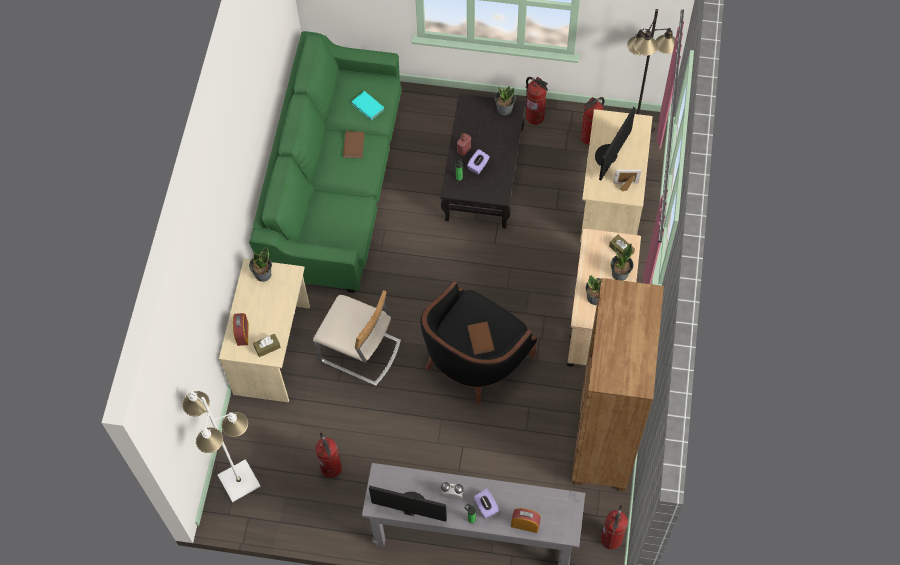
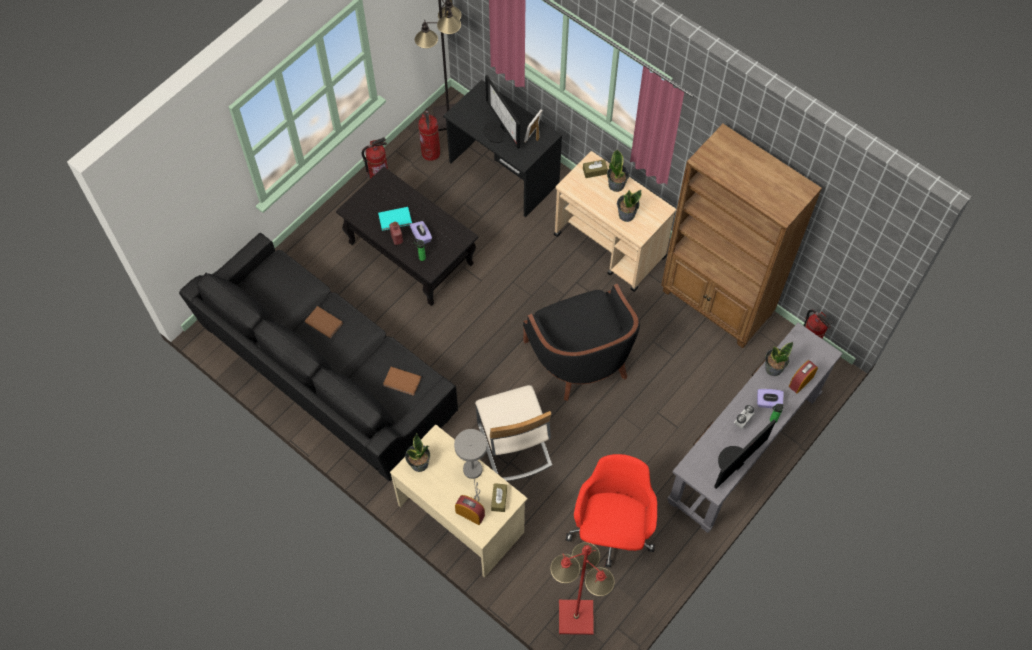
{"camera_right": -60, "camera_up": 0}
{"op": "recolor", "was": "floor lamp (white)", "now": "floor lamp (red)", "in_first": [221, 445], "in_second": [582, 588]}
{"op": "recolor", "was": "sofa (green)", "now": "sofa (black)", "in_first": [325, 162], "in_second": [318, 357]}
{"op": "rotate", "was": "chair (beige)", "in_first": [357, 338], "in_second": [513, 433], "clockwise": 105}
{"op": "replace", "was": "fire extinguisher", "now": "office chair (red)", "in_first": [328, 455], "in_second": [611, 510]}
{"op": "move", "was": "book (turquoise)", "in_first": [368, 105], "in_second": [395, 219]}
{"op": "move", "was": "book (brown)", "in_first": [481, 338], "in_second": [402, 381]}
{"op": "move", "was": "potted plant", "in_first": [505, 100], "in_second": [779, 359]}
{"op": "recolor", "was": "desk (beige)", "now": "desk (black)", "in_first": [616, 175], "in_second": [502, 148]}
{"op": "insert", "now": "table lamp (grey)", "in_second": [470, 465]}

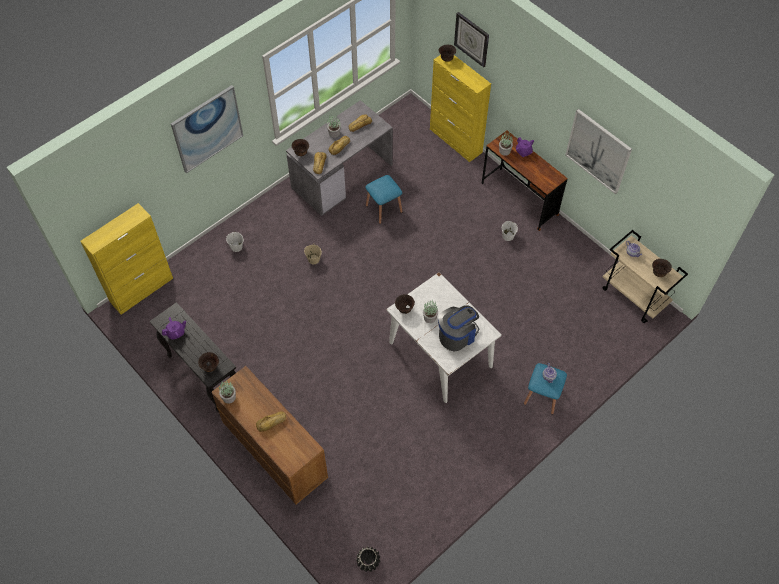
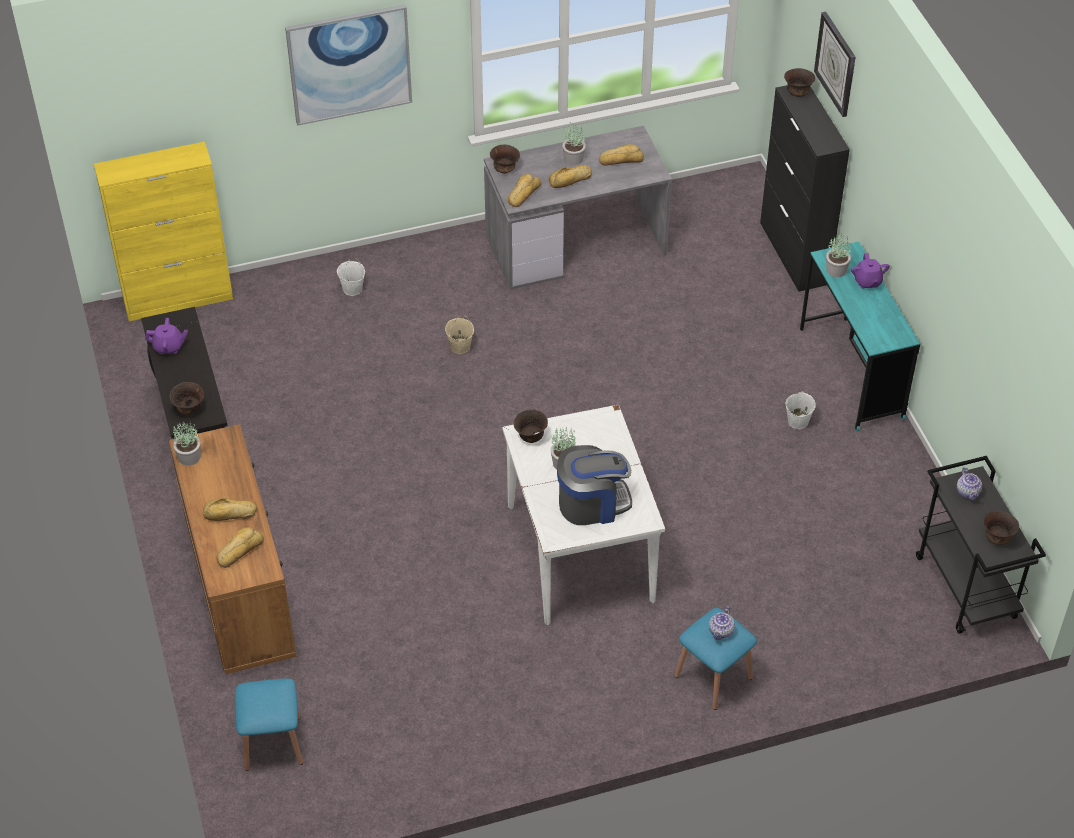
{"camera_right": 25, "camera_up": -10}
{"op": "delete", "was": "planter (black)", "in_first": [368, 559]}
{"op": "move", "was": "stool (blue)", "in_first": [384, 199], "in_second": [269, 725]}
{"op": "recolor", "was": "cabinet (yellow)", "now": "cabinet (black)", "in_first": [460, 108], "in_second": [805, 188]}
{"op": "recolor", "was": "desk (brown)", "now": "desk (turquoise)", "in_first": [525, 181], "in_second": [860, 336]}
{"op": "delete", "was": "picture", "in_first": [598, 151]}
{"op": "recolor", "was": "cart (beige)", "now": "cart (black)", "in_first": [645, 276], "in_second": [981, 545]}
{"op": "insert", "now": "bread", "in_second": [240, 547]}

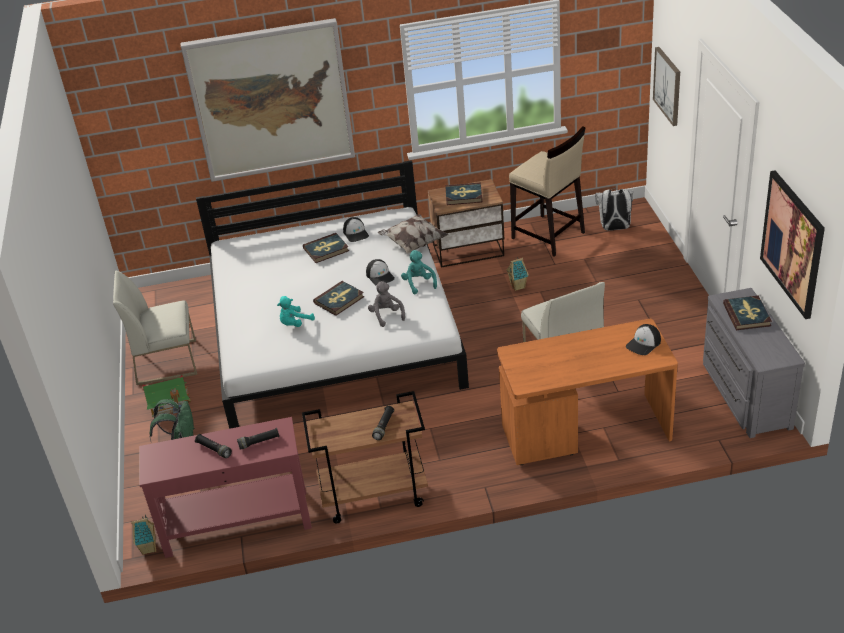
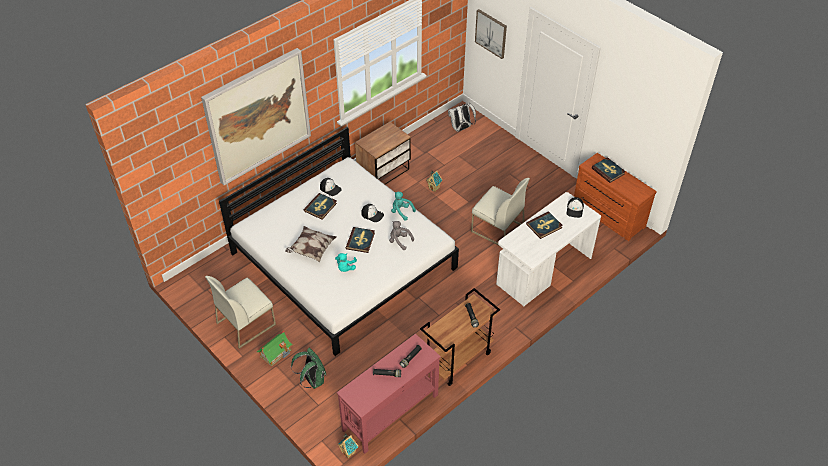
{"camera_right": -35, "camera_up": 10}
{"op": "move", "was": "pillow", "in_first": [413, 234], "in_second": [311, 244]}
{"op": "move", "was": "book", "in_first": [463, 193], "in_second": [544, 225]}
{"op": "recolor", "was": "desk (orange)", "now": "desk (white)", "in_first": [587, 392], "in_second": [548, 249]}
{"op": "delete", "was": "stool (beige)", "in_first": [547, 191]}
{"op": "recolor", "was": "dresser (grey)", "now": "dresser (brown)", "in_first": [754, 363], "in_second": [615, 197]}
{"op": "delete", "was": "picture", "in_first": [792, 244]}

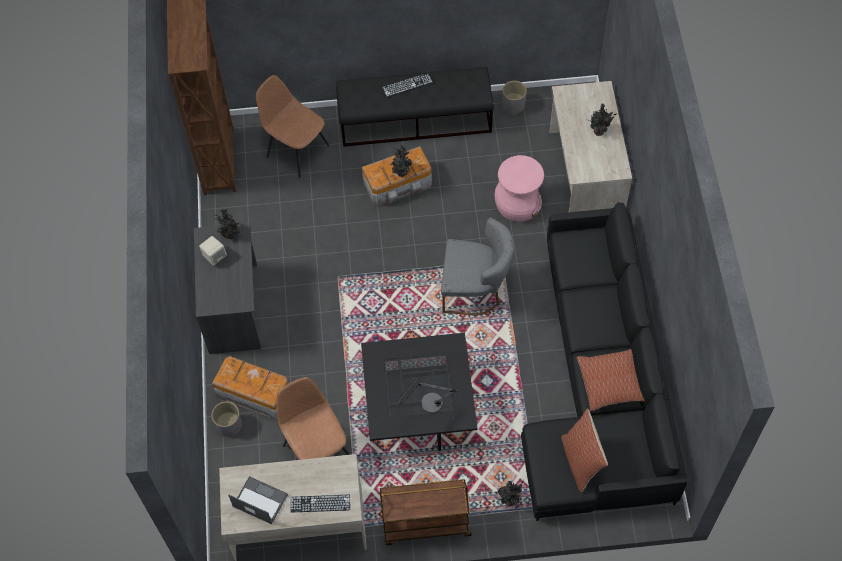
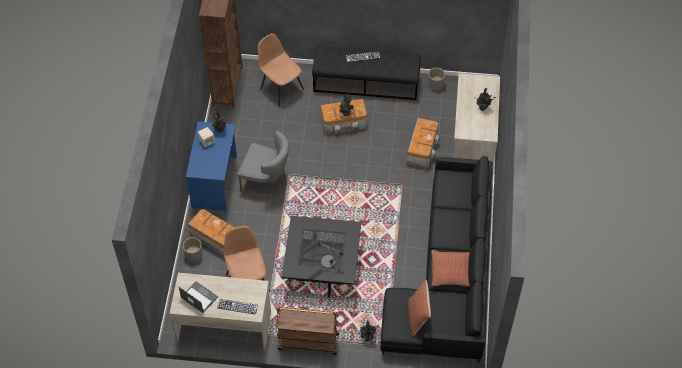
{"camera_right": 10, "camera_up": -5}
{"op": "recolor", "was": "desk (grey)", "now": "desk (blue)", "in_first": [227, 288], "in_second": [211, 166]}
{"op": "move", "was": "chair (grey)", "in_first": [478, 266], "in_second": [263, 164]}
{"op": "replace", "was": "stool (pink)", "now": "storage box", "in_first": [519, 188], "in_second": [423, 143]}

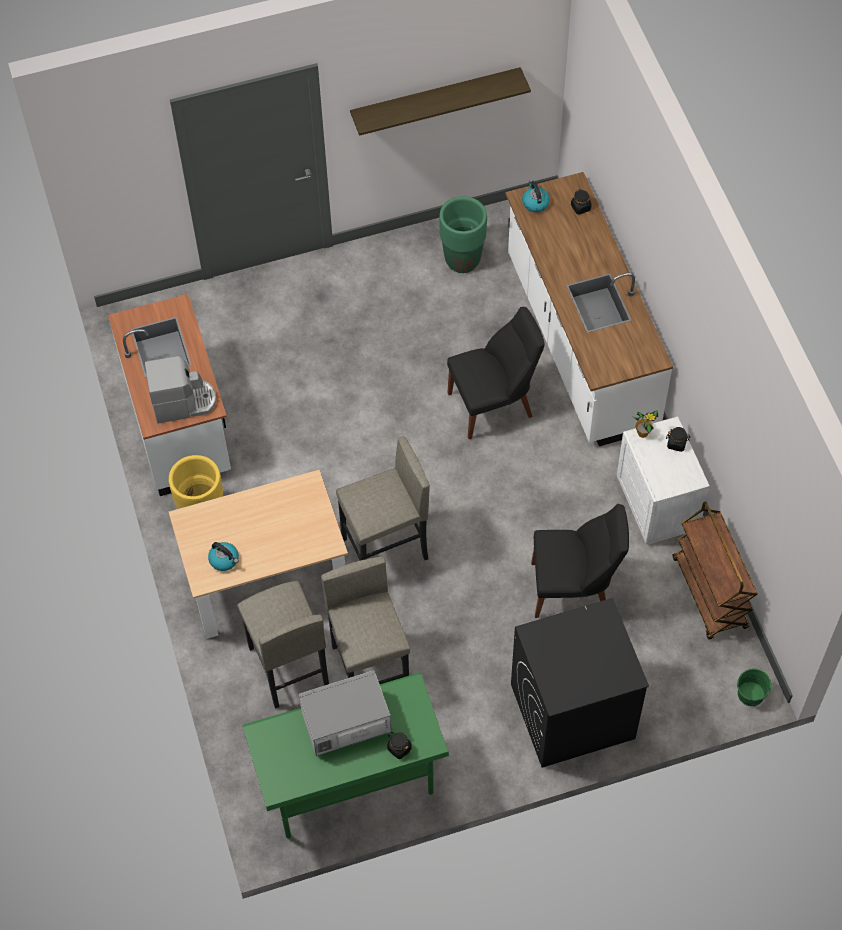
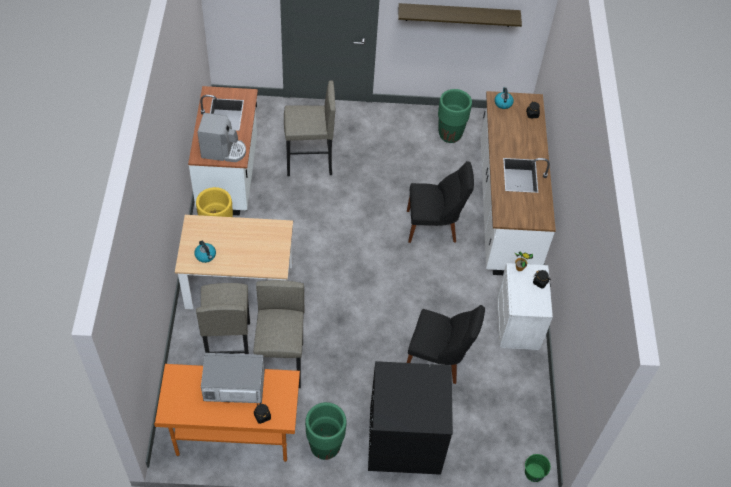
{"camera_right": 15, "camera_up": -5}
{"op": "recolor", "was": "desk (green)", "now": "desk (orange)", "in_first": [345, 756], "in_second": [227, 413]}
{"op": "move", "was": "stool (grey)", "in_first": [383, 498], "in_second": [309, 128]}
{"op": "delete", "was": "cart (brown)", "in_first": [715, 571]}
{"op": "insert", "now": "planter (green)", "in_second": [325, 431]}

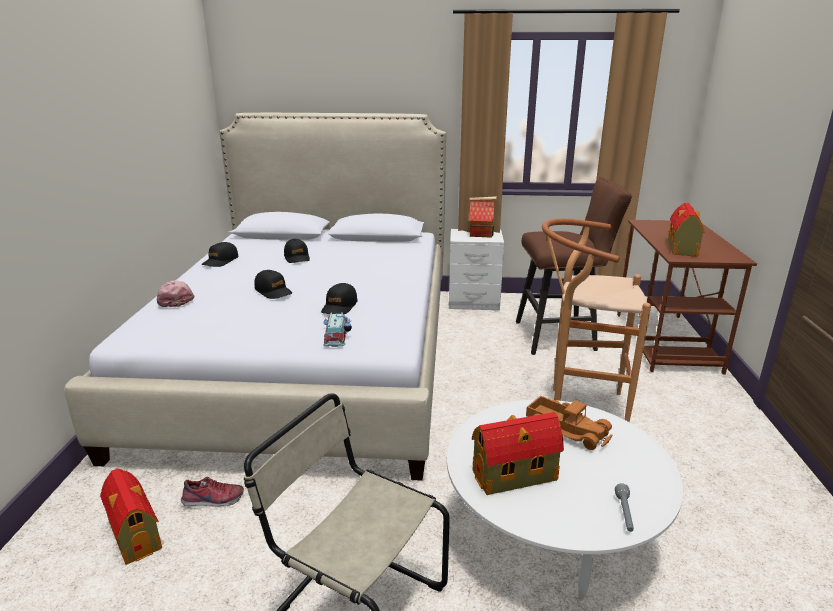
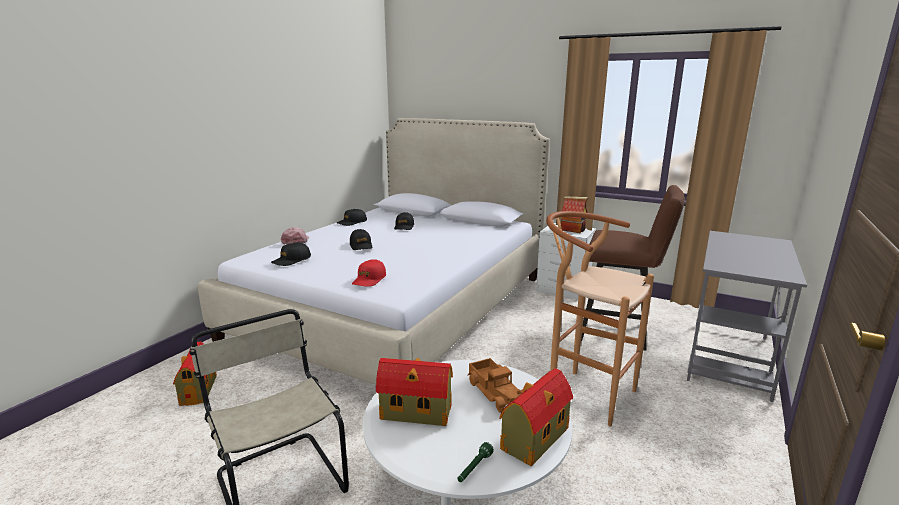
{"camera_right": 25, "camera_up": -5}
{"op": "delete", "was": "shoe", "in_first": [212, 492]}
{"op": "move", "was": "cap (black)", "in_first": [339, 298], "in_second": [291, 254]}
{"op": "replace", "was": "toy car", "now": "cap (red)", "in_first": [337, 329], "in_second": [369, 273]}
{"op": "recolor", "was": "flashlight (grey)", "now": "flashlight (green)", "in_first": [624, 507], "in_second": [476, 462]}
{"op": "recolor", "was": "desk (brown)", "now": "desk (grey)", "in_first": [687, 297], "in_second": [747, 316]}
{"op": "move", "was": "toy house", "in_first": [686, 230], "in_second": [536, 417]}

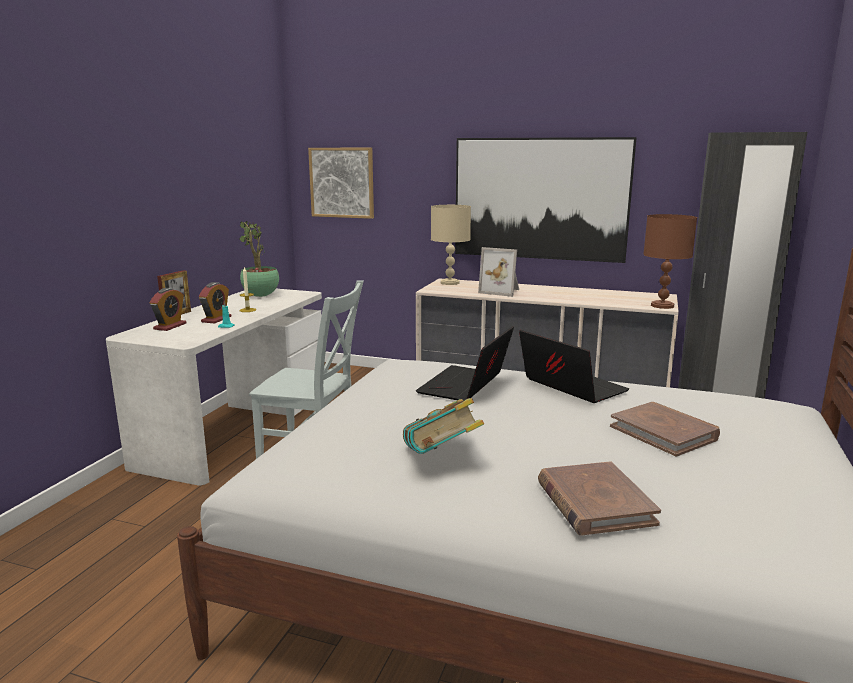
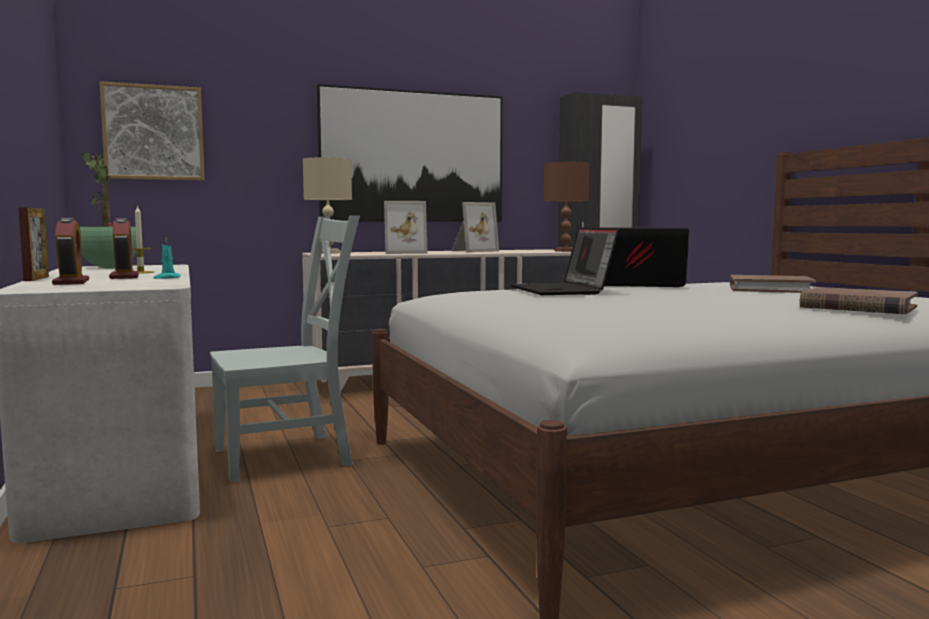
{"camera_right": -40, "camera_up": -10}
{"op": "delete", "was": "book", "in_first": [443, 426]}
{"op": "insert", "now": "picture frame", "in_second": [475, 227]}

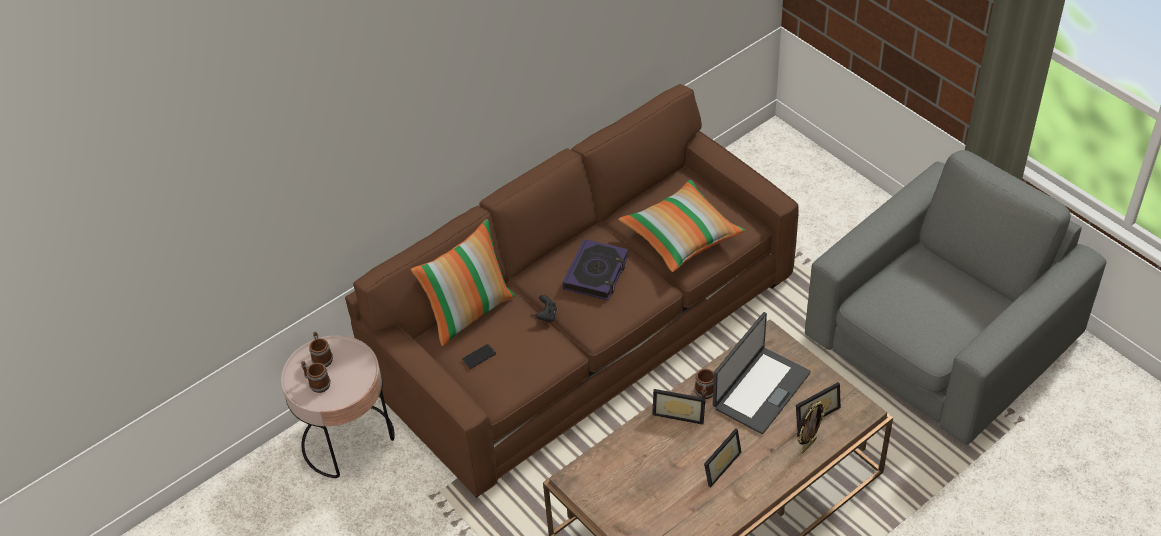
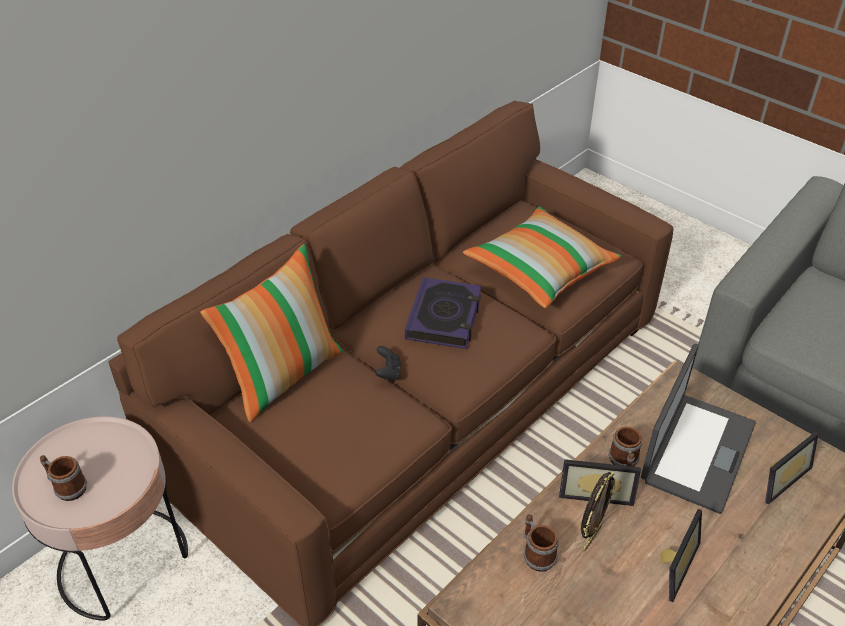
{"camera_right": -10, "camera_up": -5}
{"op": "move", "was": "mug", "in_first": [321, 349], "in_second": [541, 543]}
{"op": "delete", "was": "phone", "in_first": [479, 356]}
{"op": "move", "was": "picture frame", "in_first": [811, 427], "in_second": [598, 512]}

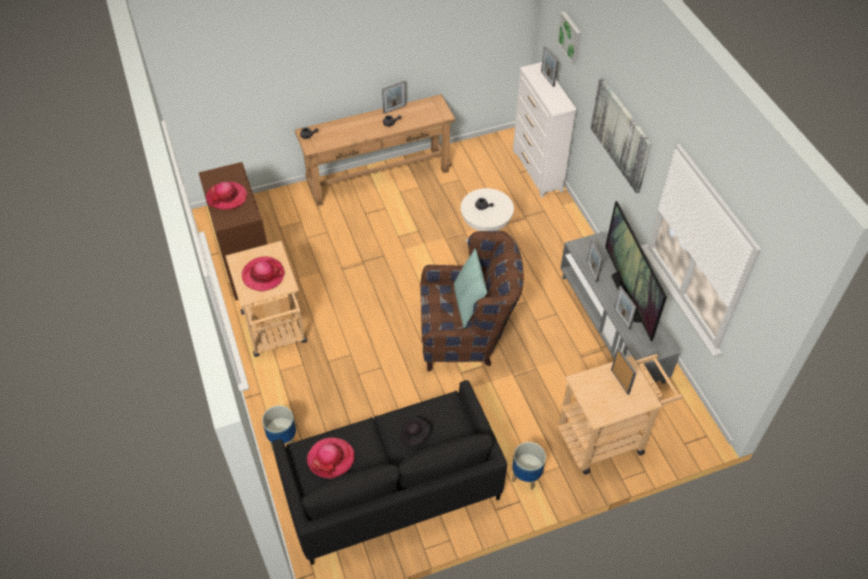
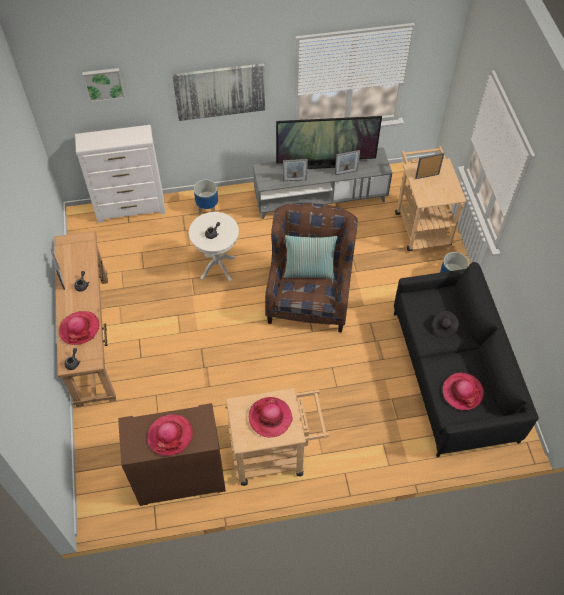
{"camera_right": -80, "camera_up": 5}
{"op": "move", "was": "planter", "in_first": [279, 427], "in_second": [206, 197]}
{"op": "delete", "was": "picture frame", "in_first": [549, 66]}
{"op": "insert", "now": "hat", "in_second": [79, 328]}

